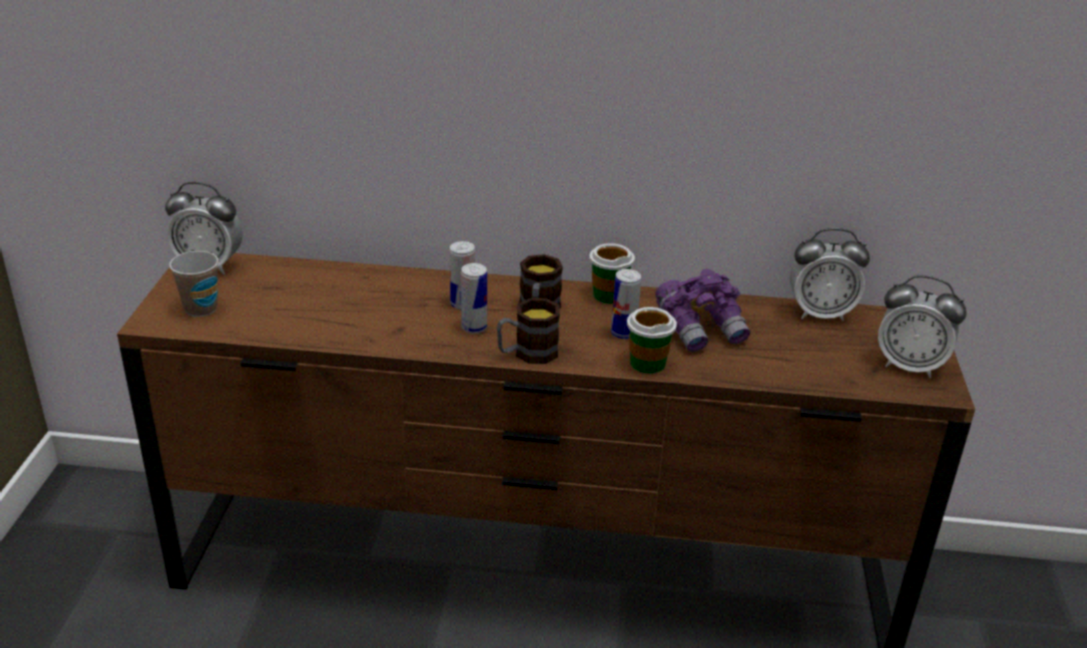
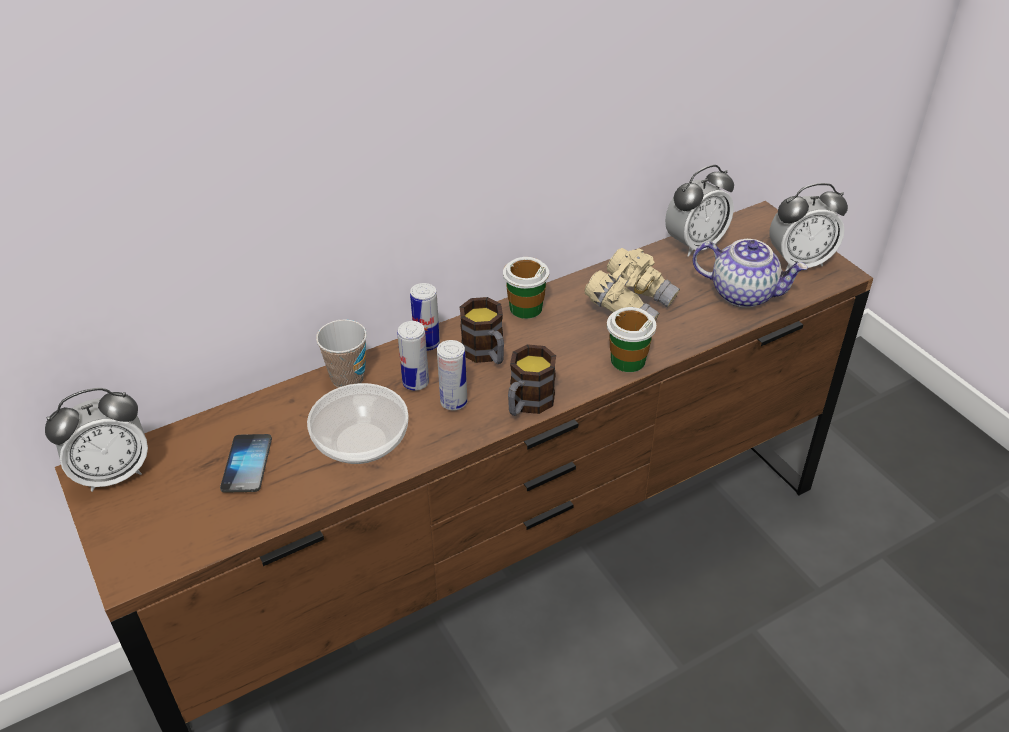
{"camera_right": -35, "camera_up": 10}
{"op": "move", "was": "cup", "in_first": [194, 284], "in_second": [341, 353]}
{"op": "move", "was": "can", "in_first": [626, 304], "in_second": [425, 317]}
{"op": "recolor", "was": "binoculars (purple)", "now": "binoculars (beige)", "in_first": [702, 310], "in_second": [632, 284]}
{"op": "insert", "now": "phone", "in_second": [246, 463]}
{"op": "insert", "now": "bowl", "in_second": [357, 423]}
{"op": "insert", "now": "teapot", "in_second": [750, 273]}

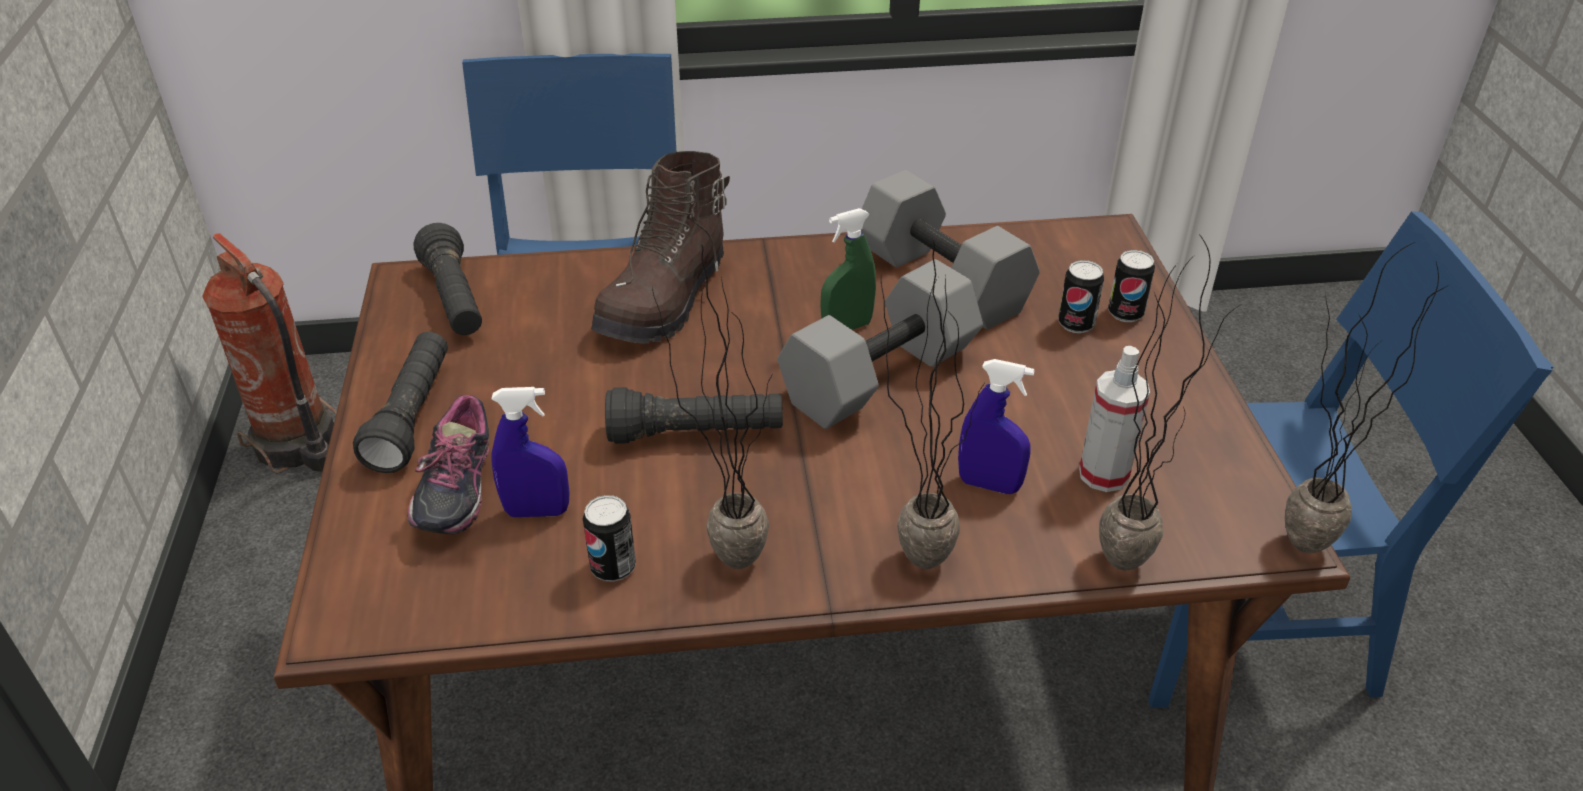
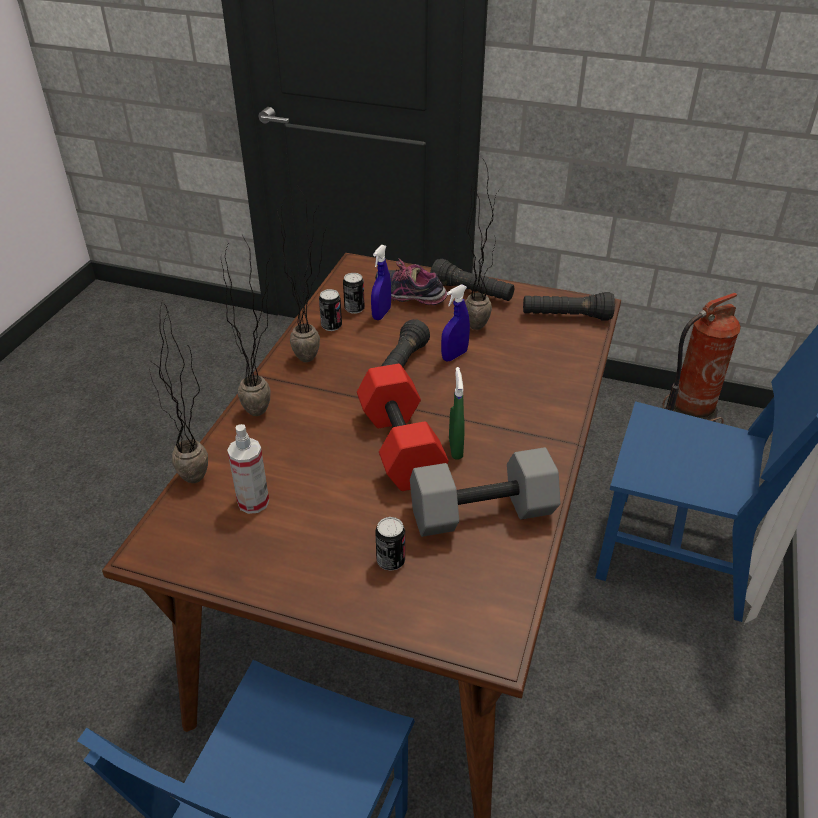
{"camera_right": 115, "camera_up": 0}
{"op": "delete", "was": "boot (brown)", "in_first": [660, 247]}
{"op": "recolor", "was": "dumbbell (grey)", "now": "dumbbell (red)", "in_first": [880, 344], "in_second": [403, 427]}
{"op": "move", "was": "spray bottle (blue)", "in_first": [996, 426], "in_second": [455, 322]}
{"op": "move", "was": "can", "in_first": [1131, 286], "in_second": [354, 293]}
{"op": "move", "was": "potted plant", "in_first": [1366, 397], "in_second": [483, 245]}

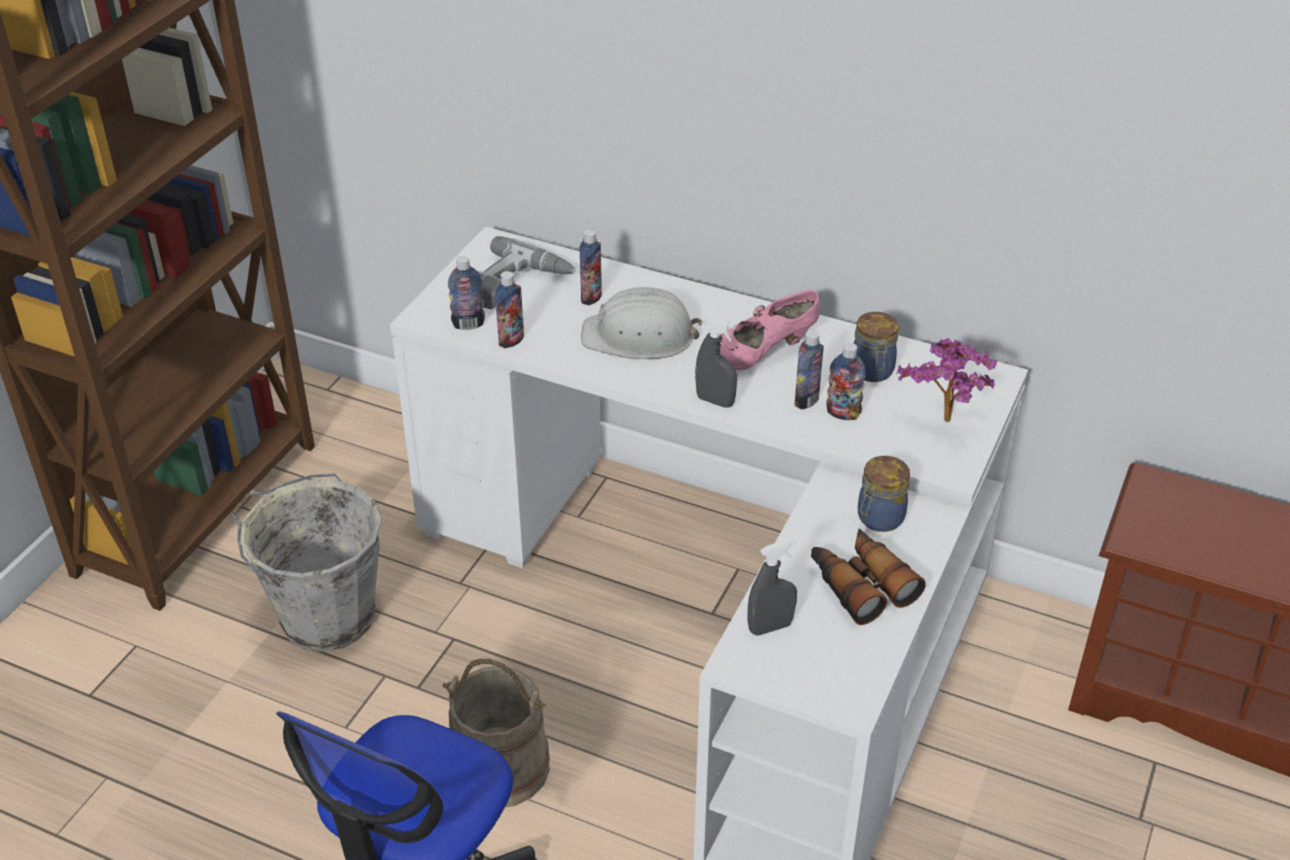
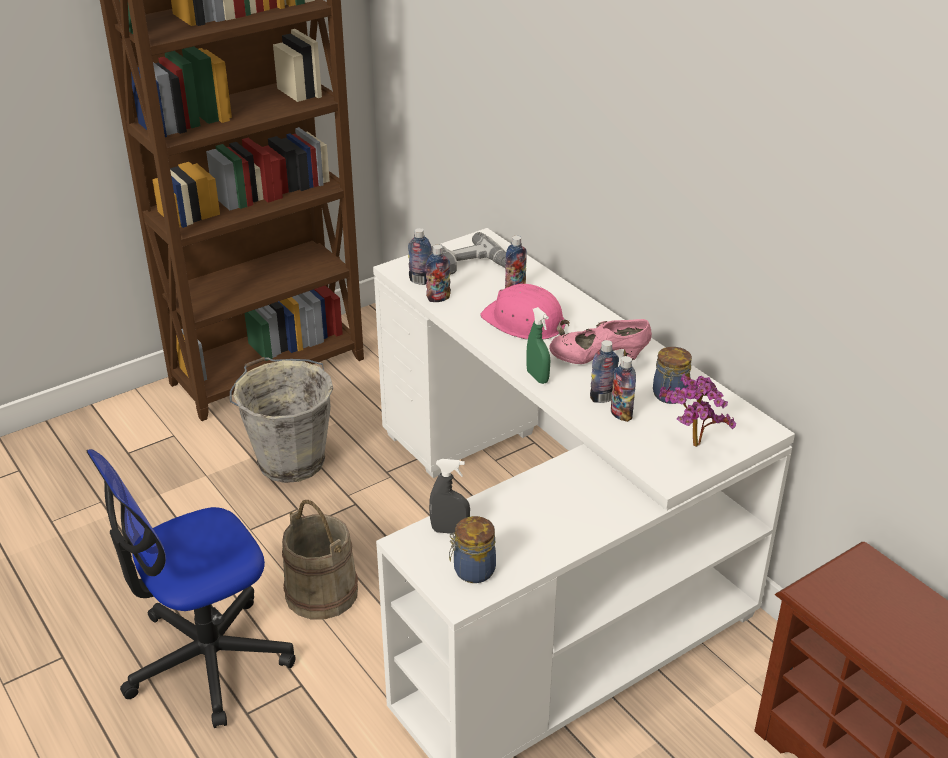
{"camera_right": 30, "camera_up": -5}
{"op": "recolor", "was": "hard hat (white)", "now": "hard hat (pink)", "in_first": [641, 323], "in_second": [525, 312]}
{"op": "recolor", "was": "spray bottle (grey)", "now": "spray bottle (green)", "in_first": [716, 362], "in_second": [538, 345]}
{"op": "delete", "was": "binoculars", "in_first": [868, 577]}
{"op": "move", "was": "jar", "in_first": [884, 494], "in_second": [472, 549]}

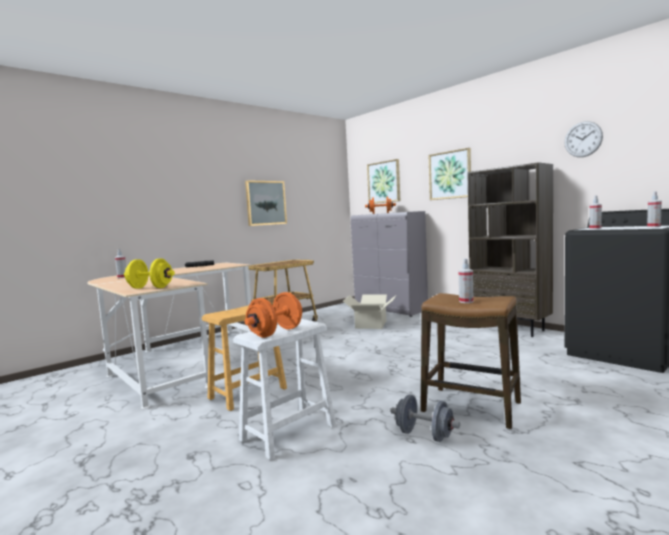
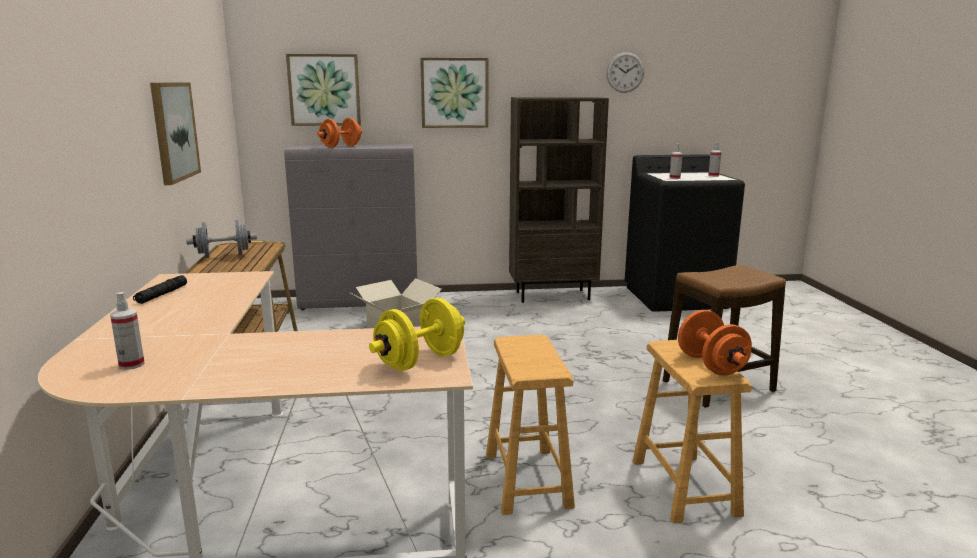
{"camera_right": -55, "camera_up": 10}
{"op": "recolor", "was": "stool (white)", "now": "stool (brown)", "in_first": [284, 389], "in_second": [692, 432]}
{"op": "move", "was": "dumbbell (grey)", "in_first": [425, 418], "in_second": [221, 239]}
{"op": "delete", "was": "spray bottle", "in_first": [466, 280]}

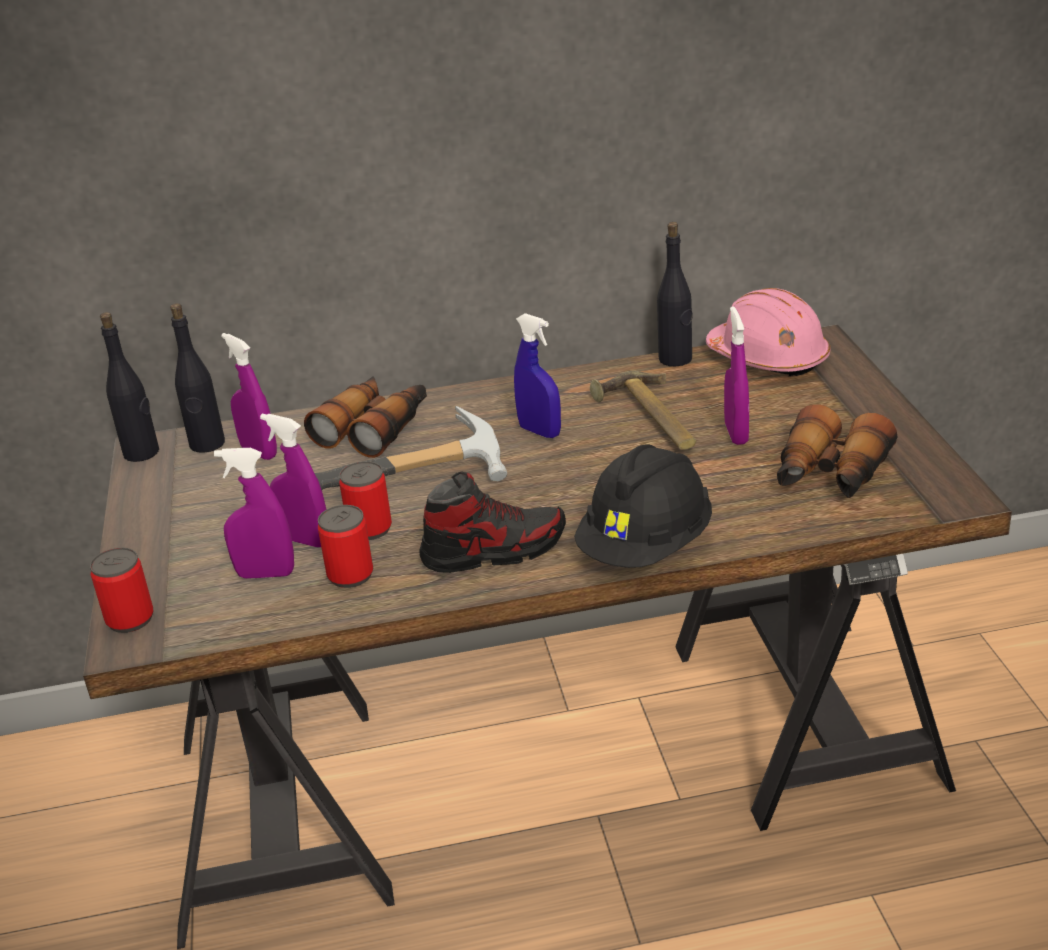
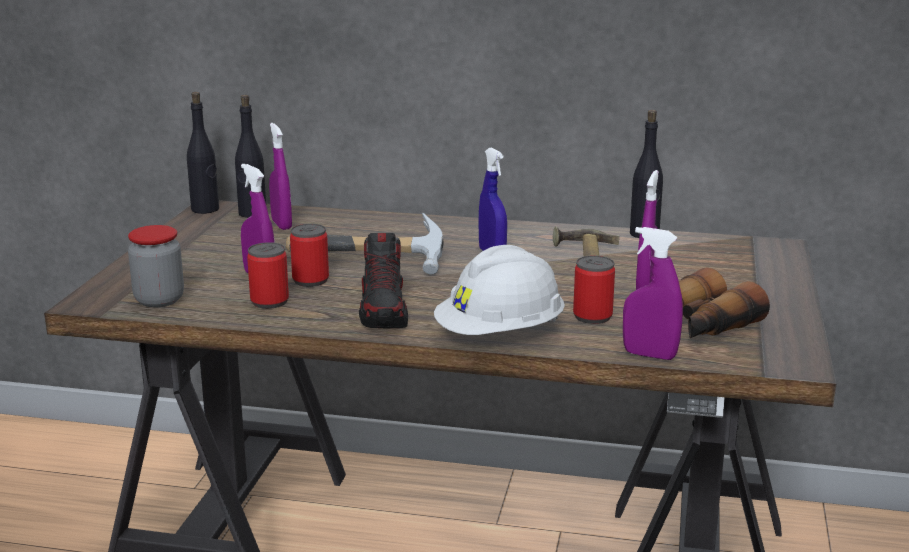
{"camera_right": 20, "camera_up": -10}
{"op": "move", "was": "can", "in_first": [121, 590], "in_second": [594, 289]}
{"op": "move", "was": "spray bottle (purple)", "in_first": [254, 513], "in_second": [653, 293]}
{"op": "delete", "was": "binoculars", "in_first": [365, 417]}
{"op": "rotate", "was": "shoe", "in_first": [492, 522], "in_second": [383, 280], "clockwise": 75}
{"op": "recolor", "was": "hard hat (black)", "now": "hard hat (white)", "in_first": [643, 506], "in_second": [499, 290]}
{"op": "delete", "was": "hard hat (pink)", "in_first": [768, 332]}
{"op": "insert", "now": "jar", "in_second": [156, 266]}

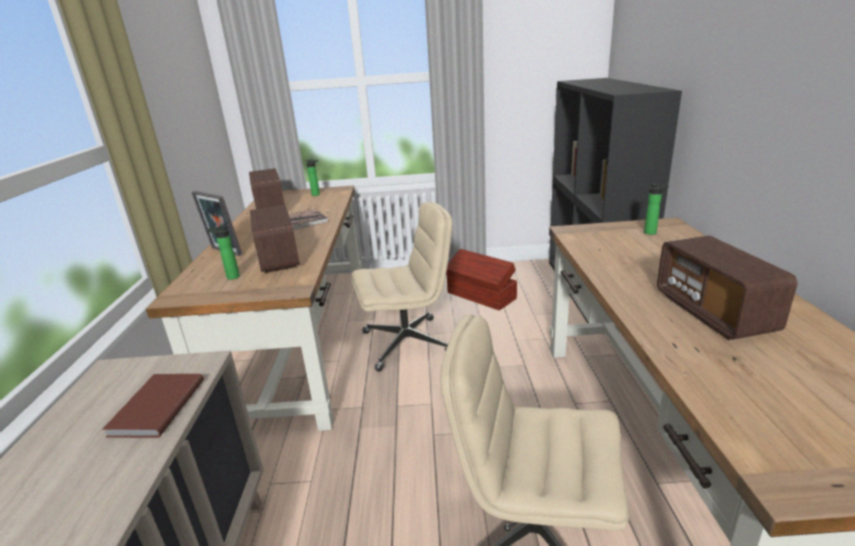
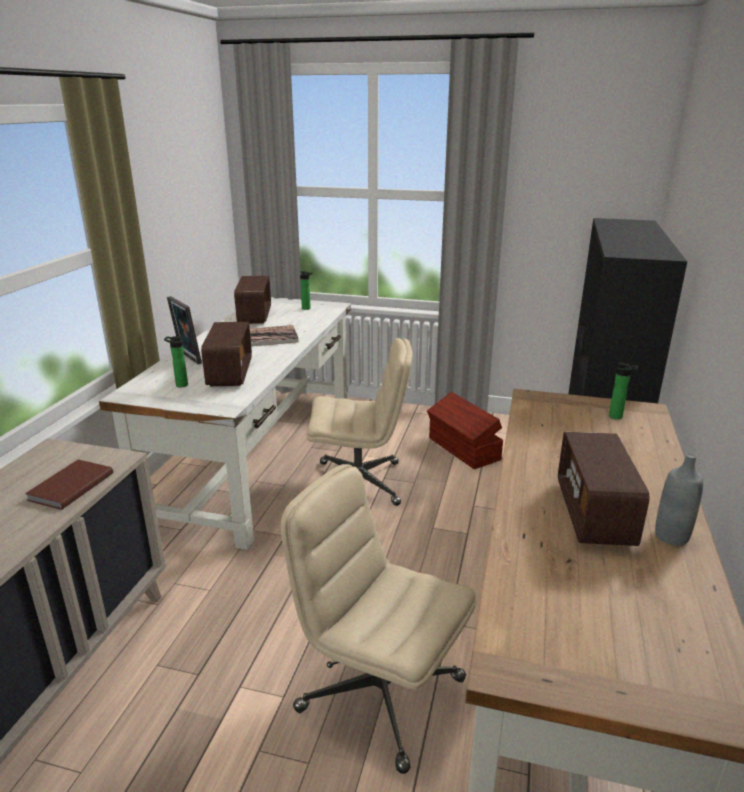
{"camera_right": 15, "camera_up": 0}
{"op": "recolor", "was": "desk (brown)", "now": "desk (white)", "in_first": [253, 308], "in_second": [225, 423]}
{"op": "insert", "now": "bottle (grey)", "in_second": [679, 499]}

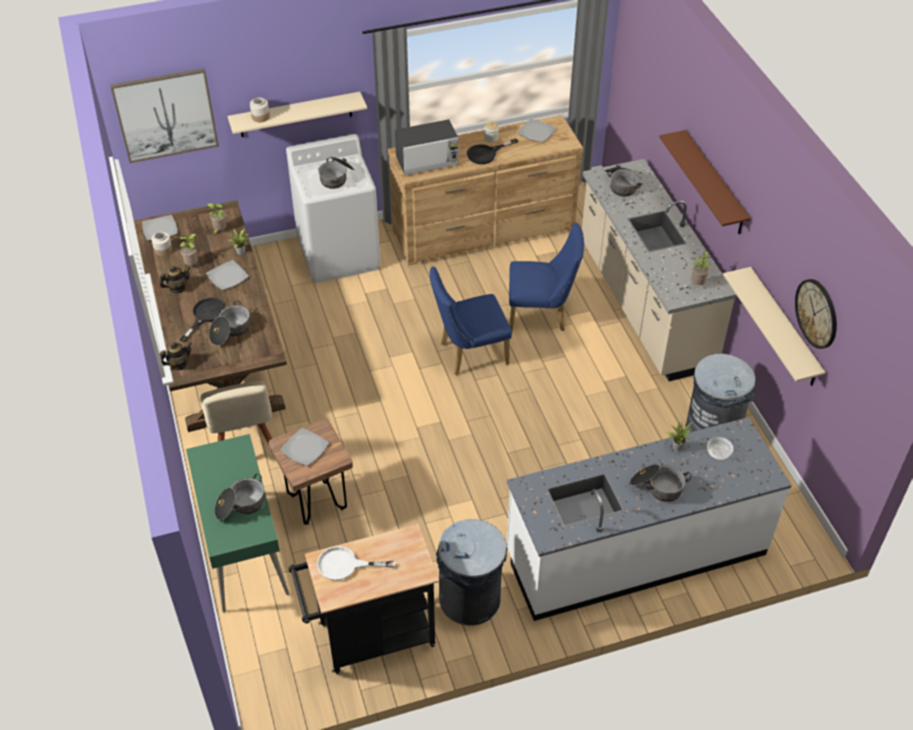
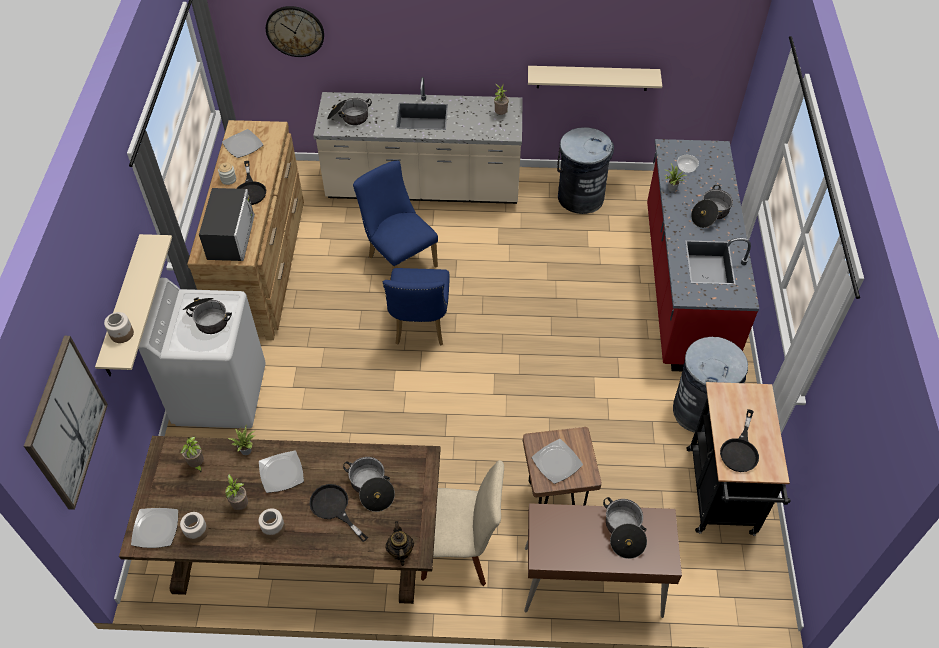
{"camera_right": -70, "camera_up": 5}
{"op": "replace", "was": "teapot", "now": "jar", "in_first": [175, 279], "in_second": [271, 523]}
{"op": "recolor", "was": "desk (green)", "now": "desk (brown)", "in_first": [237, 523], "in_second": [603, 560]}
{"op": "recolor", "was": "frying pan (white)", "now": "frying pan (black)", "in_first": [356, 563], "in_second": [739, 440]}
{"op": "recolor", "was": "counter (white)", "now": "counter (red)", "in_first": [649, 519], "in_second": [703, 255]}
{"op": "rotate", "was": "chair (blue)", "in_first": [546, 277], "in_second": [395, 215], "clockwise": -60}
{"op": "delete", "was": "shelf (brown)", "in_first": [705, 182]}
{"op": "move", "was": "wall clock", "in_first": [816, 314], "in_second": [295, 31]}

